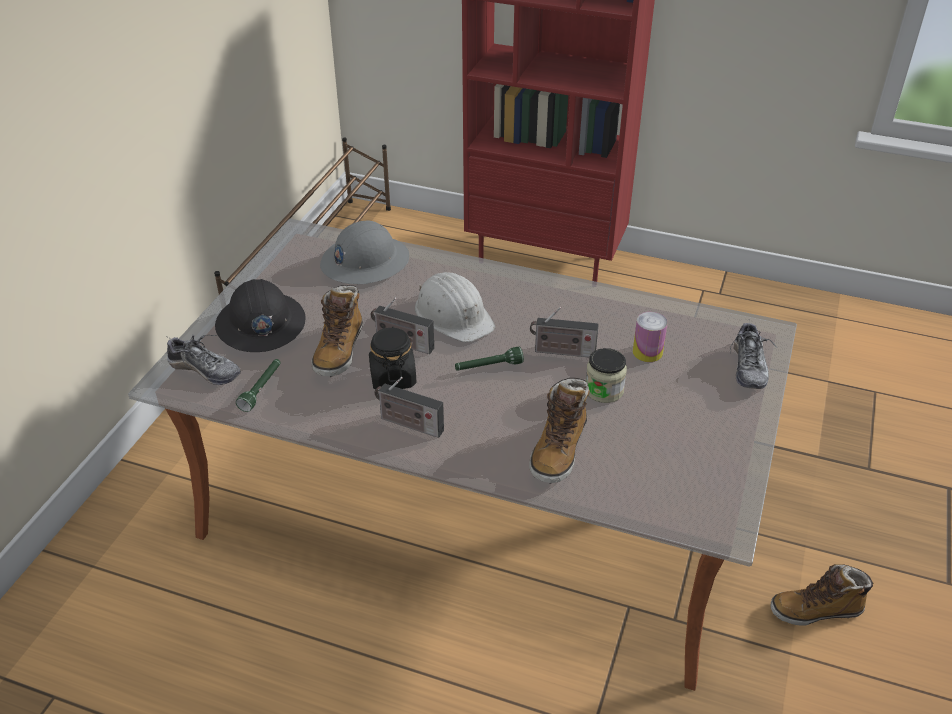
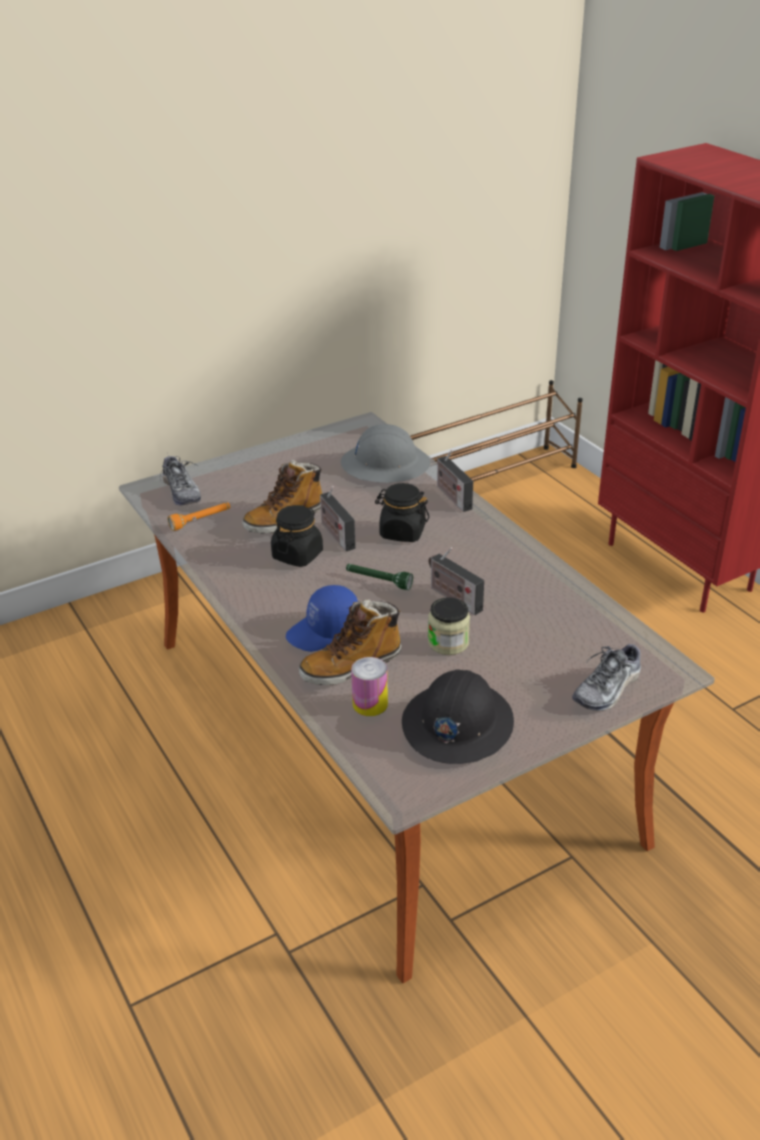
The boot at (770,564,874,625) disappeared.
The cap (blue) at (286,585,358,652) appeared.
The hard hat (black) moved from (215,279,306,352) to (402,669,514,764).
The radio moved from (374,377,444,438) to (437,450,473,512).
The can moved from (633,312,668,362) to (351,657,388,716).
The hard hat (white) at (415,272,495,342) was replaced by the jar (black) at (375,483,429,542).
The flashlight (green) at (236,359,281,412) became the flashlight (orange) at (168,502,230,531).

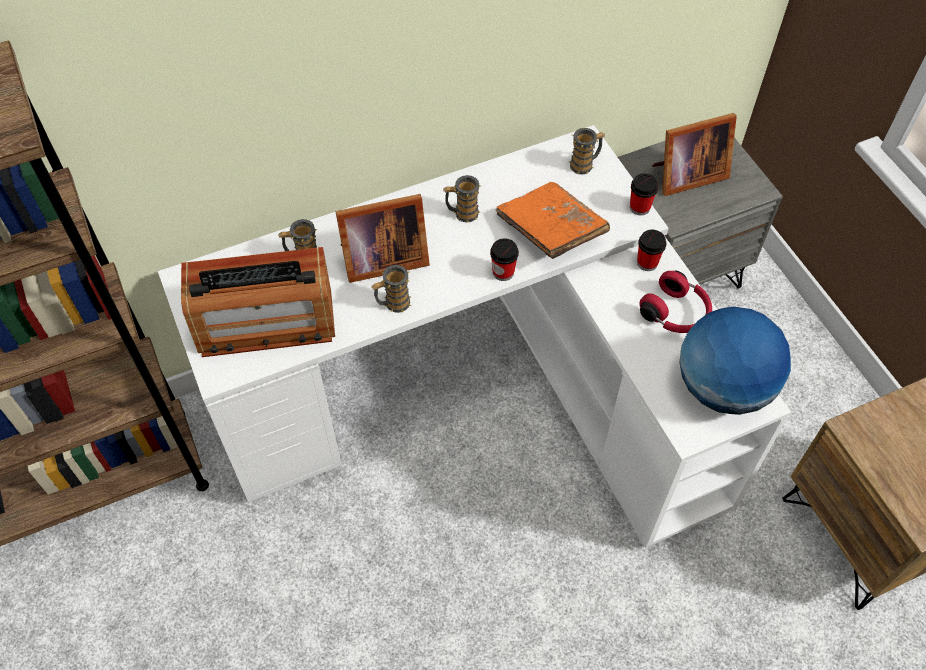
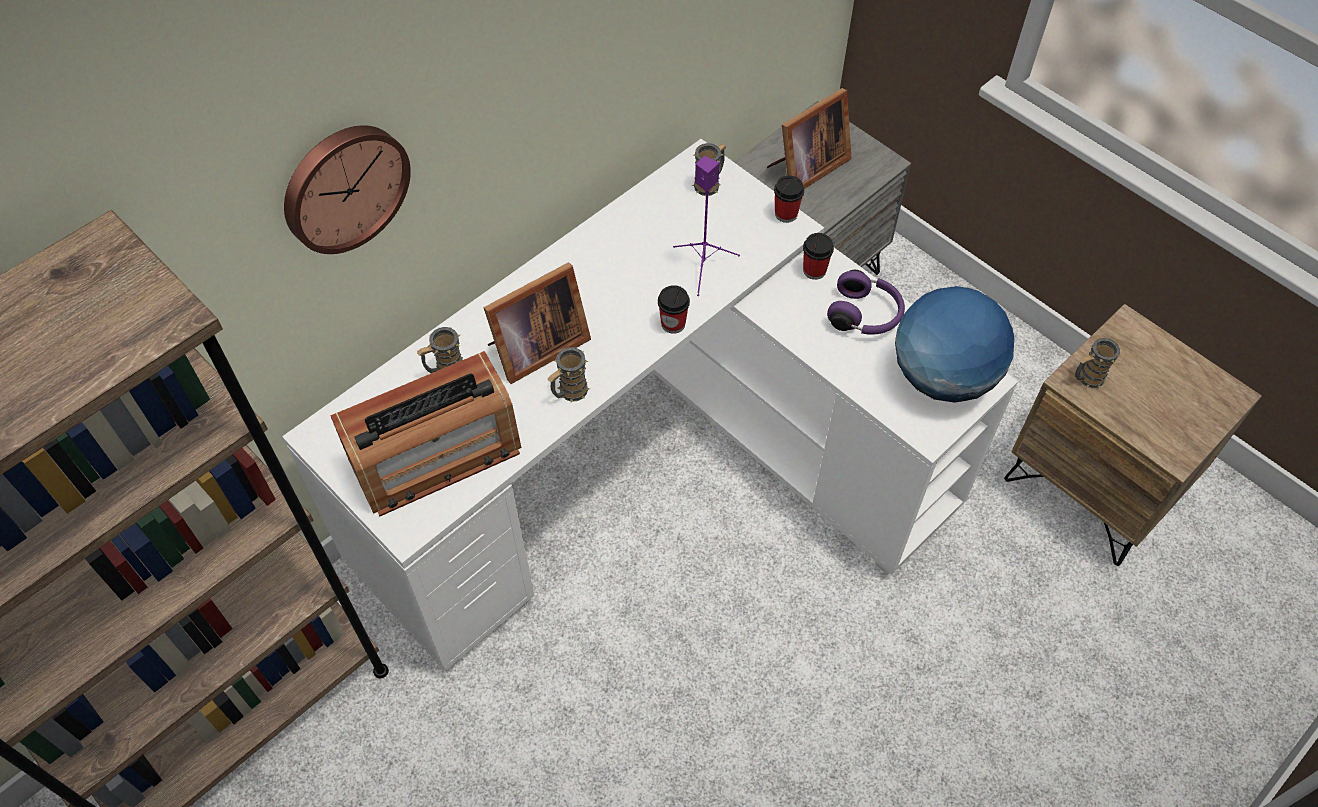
The wall clock at (284,125,411,254) appeared.
The mug moved from (443,175,481,223) to (1075,338,1121,388).
The book (orange) at (496,182,610,259) was replaced by the speaker (purple) at (673,156,740,296).
The headphones (red) at (639,271,712,333) became the headphones (purple) at (827,270,905,335).

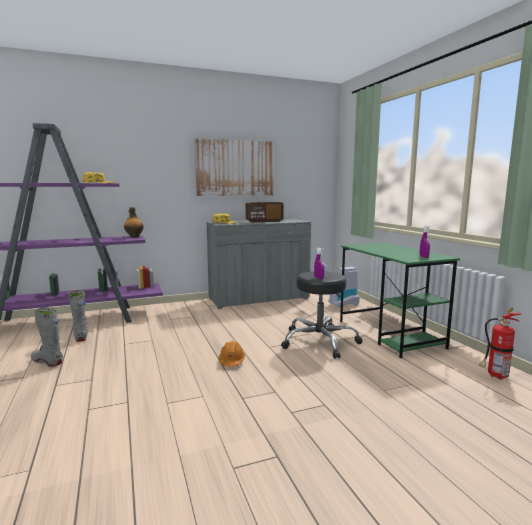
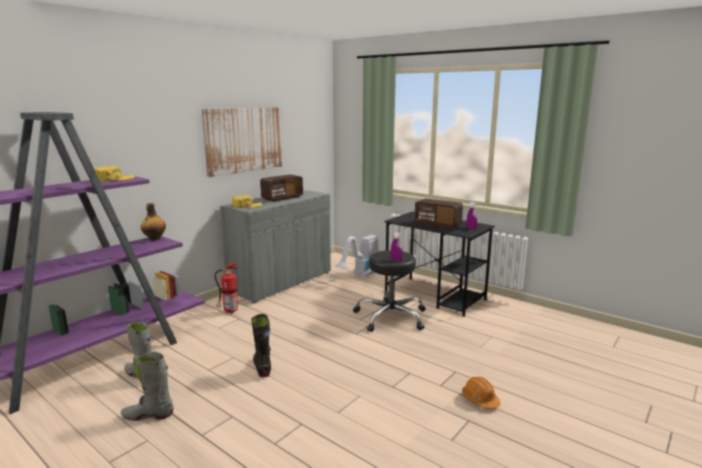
The boot (black) at (251,314,271,377) appeared.
The radio at (414,198,463,229) appeared.
The hard hat (orange) moved from (218,341,245,366) to (462,377,500,409).
The fire extinguisher moved from (479,307,521,380) to (215,260,238,314).
The desk (green) at (340,243,460,358) became the desk (black) at (385,212,495,317).

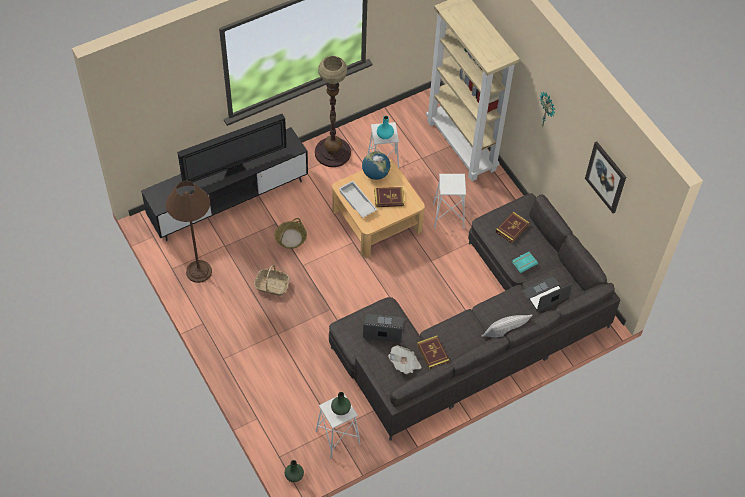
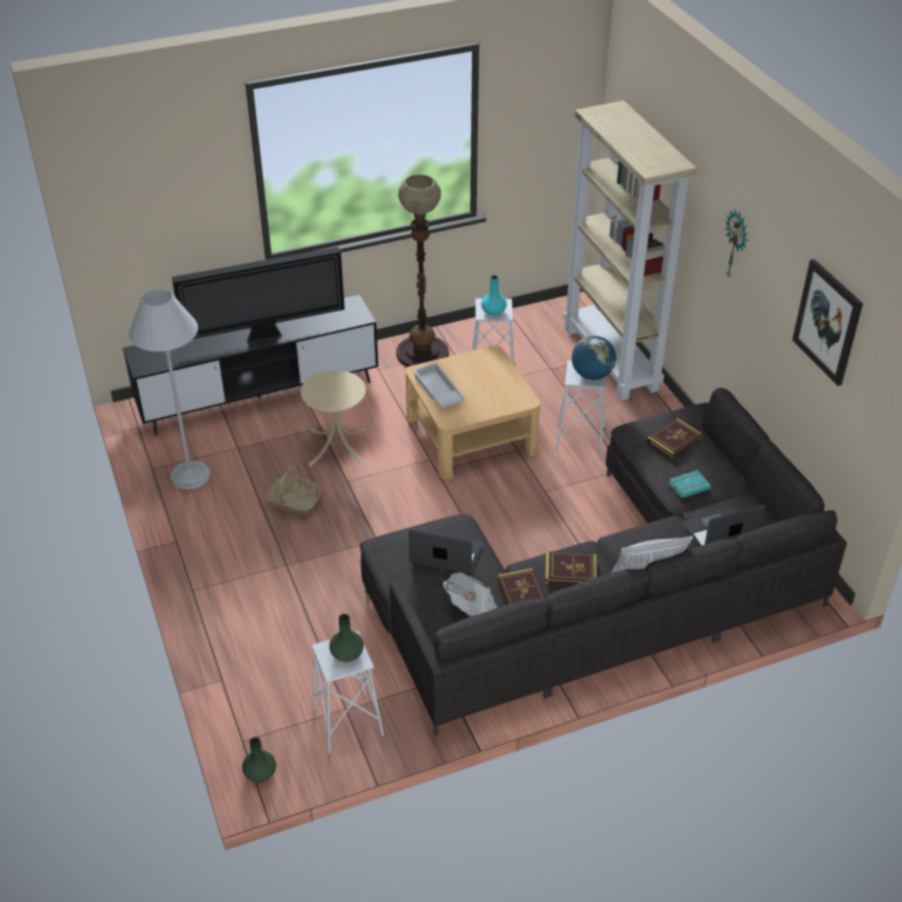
The globe moved from (362,151,390,180) to (572,336,616,380).
The book moved from (374,187,404,207) to (545,551,597,585).
The basket at (274,218,307,249) was replaced by the side table (beige) at (301,370,366,466).
The floor lamp (brown) at (166,181,212,283) became the floor lamp (white) at (129,289,210,489).

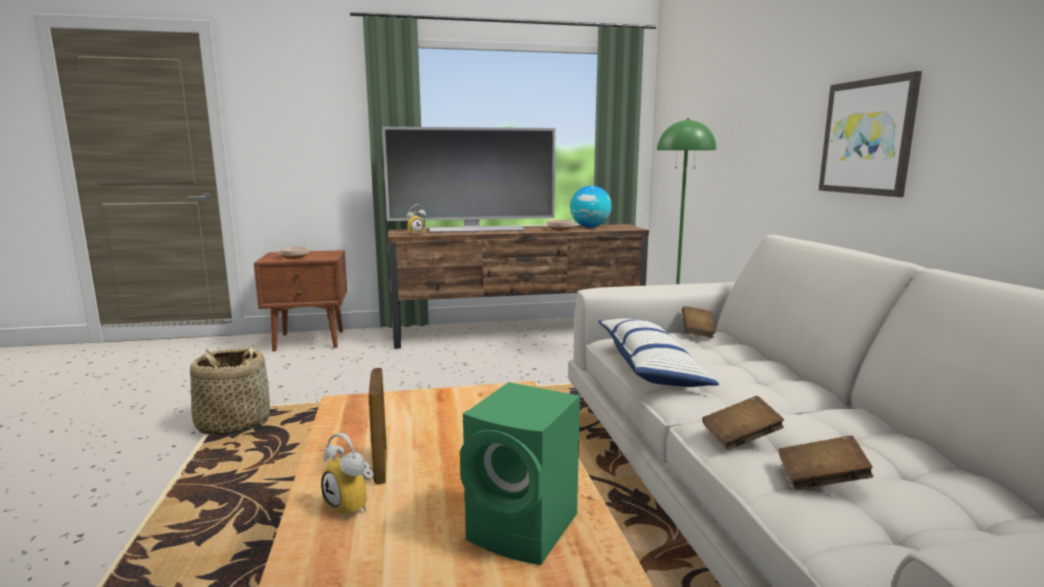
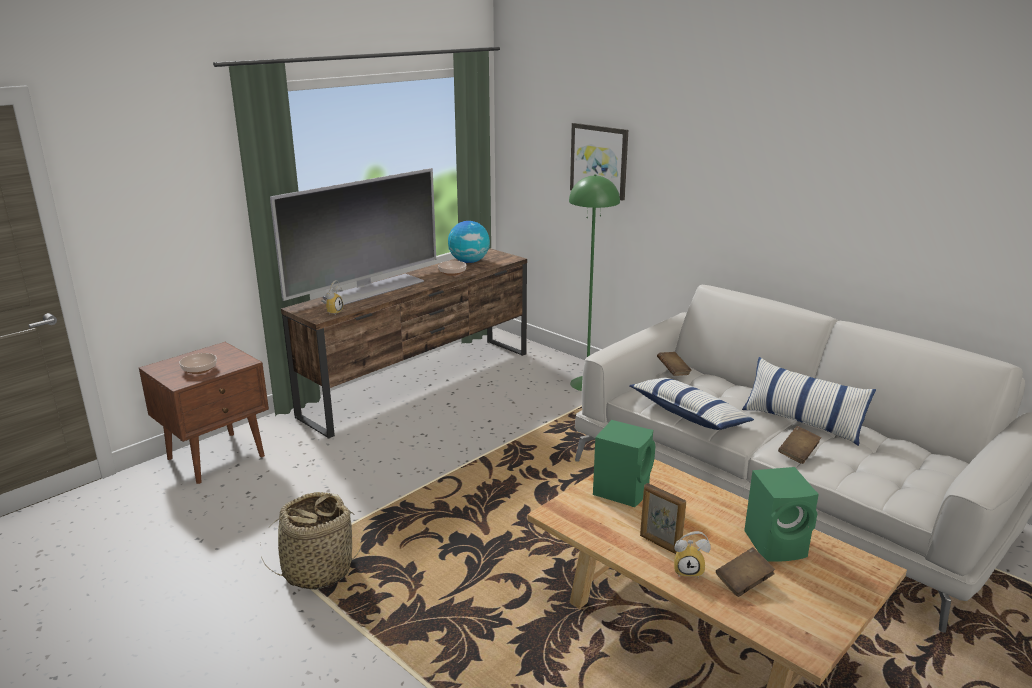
The speaker (green) at (593,420,655,507) appeared.
The pillow at (742,357,876,446) appeared.
The book (brown) moved from (778,435,874,490) to (716,547,775,597).
The picture moved from (819,71,922,197) to (570,123,628,201).

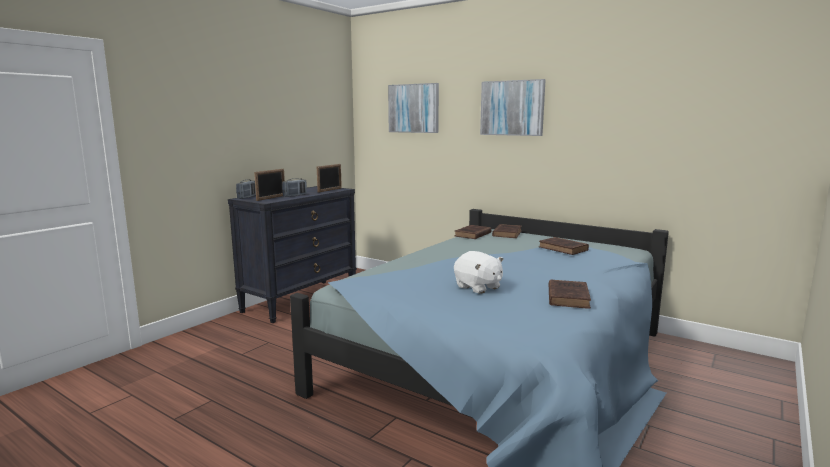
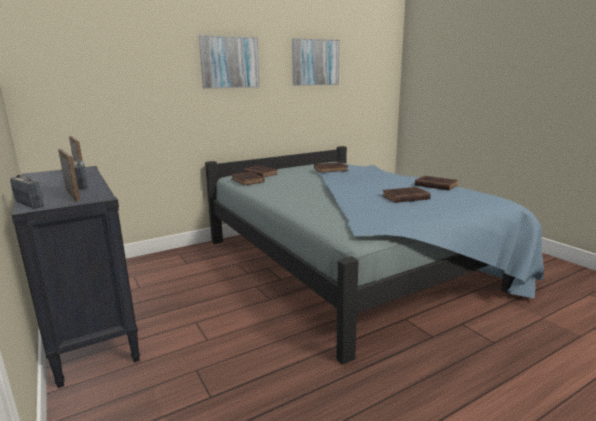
The picture moved from (388,83,439,133) to (292,38,340,86).
The plush toy (white) at (454,251,503,294) was replaced by the book (brown) at (382,187,431,203).

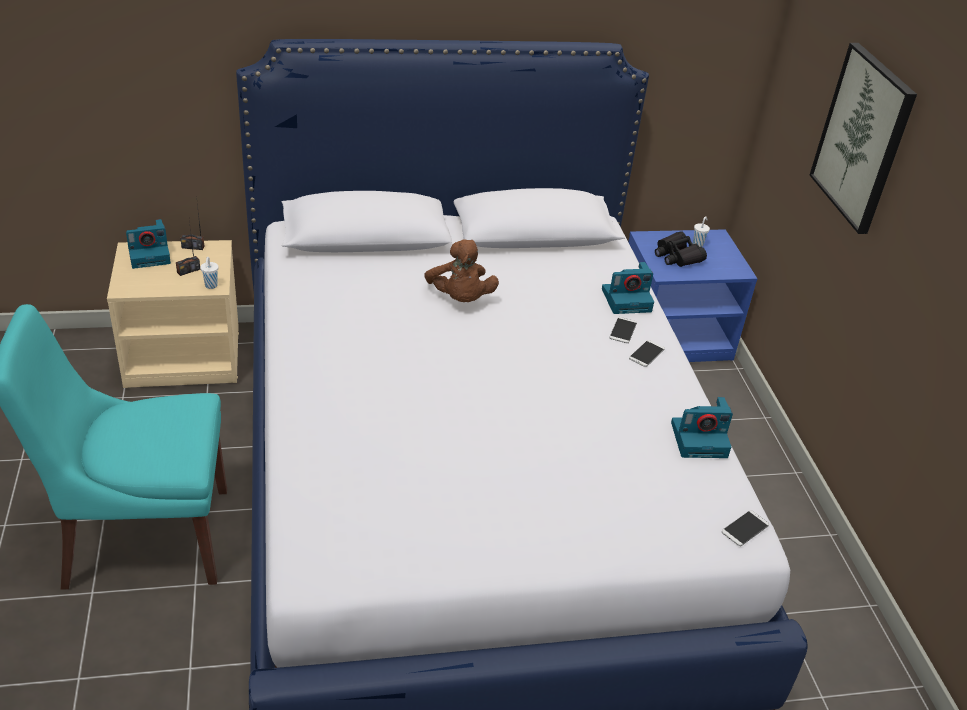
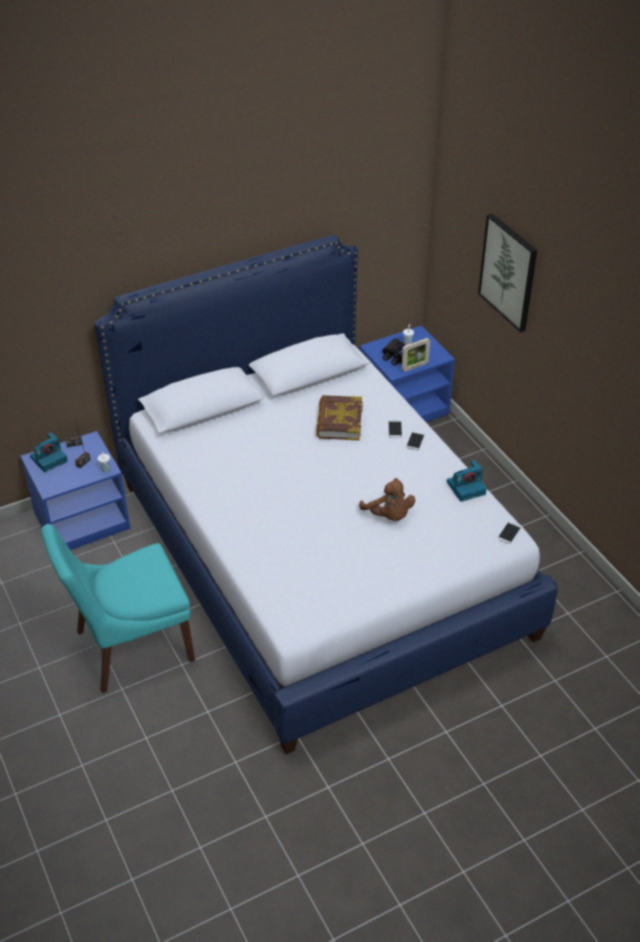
The photo camera at (602,262,654,314) disappeared.
The book at (316,395,363,441) appeared.
The picture frame at (402,338,430,372) appeared.
The plush toy (brown) moved from (424,239,499,302) to (359,478,415,521).
The nightstand (beige) at (107,240,239,388) became the nightstand (blue) at (20,431,130,550).

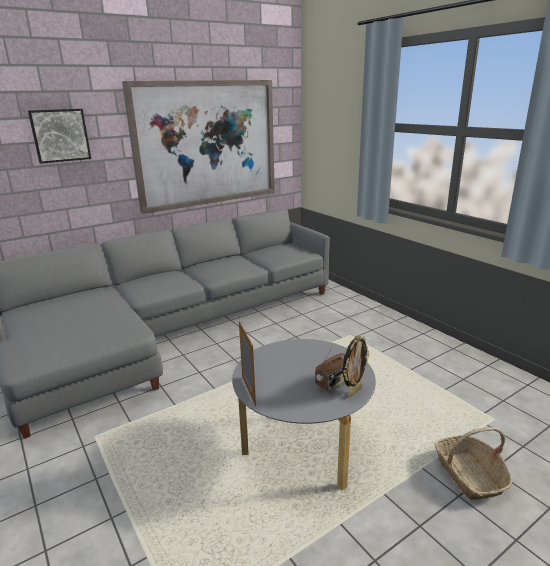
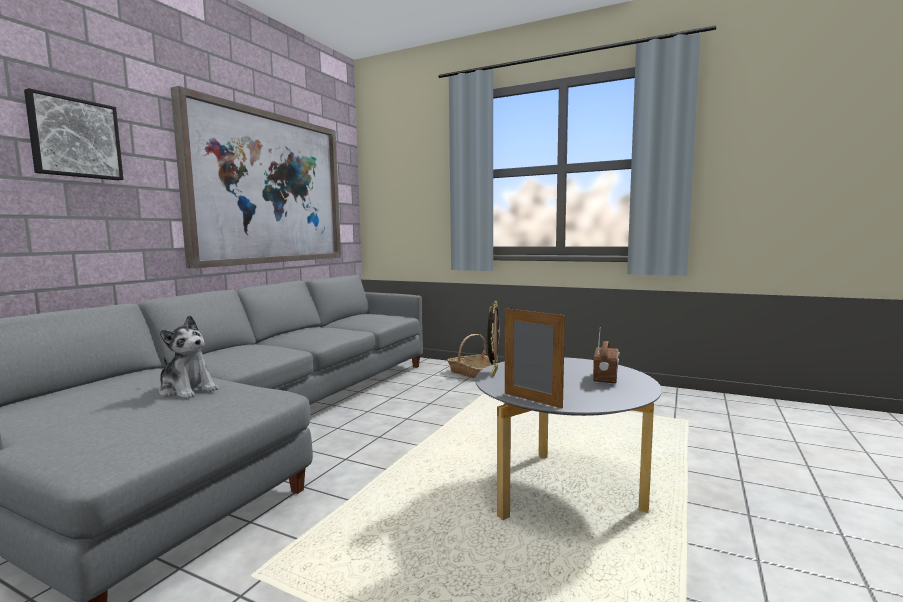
The plush toy at (159,315,219,399) appeared.
The picture frame moved from (343,336,369,398) to (487,301,500,376).
The basket moved from (434,427,512,500) to (447,334,492,379).

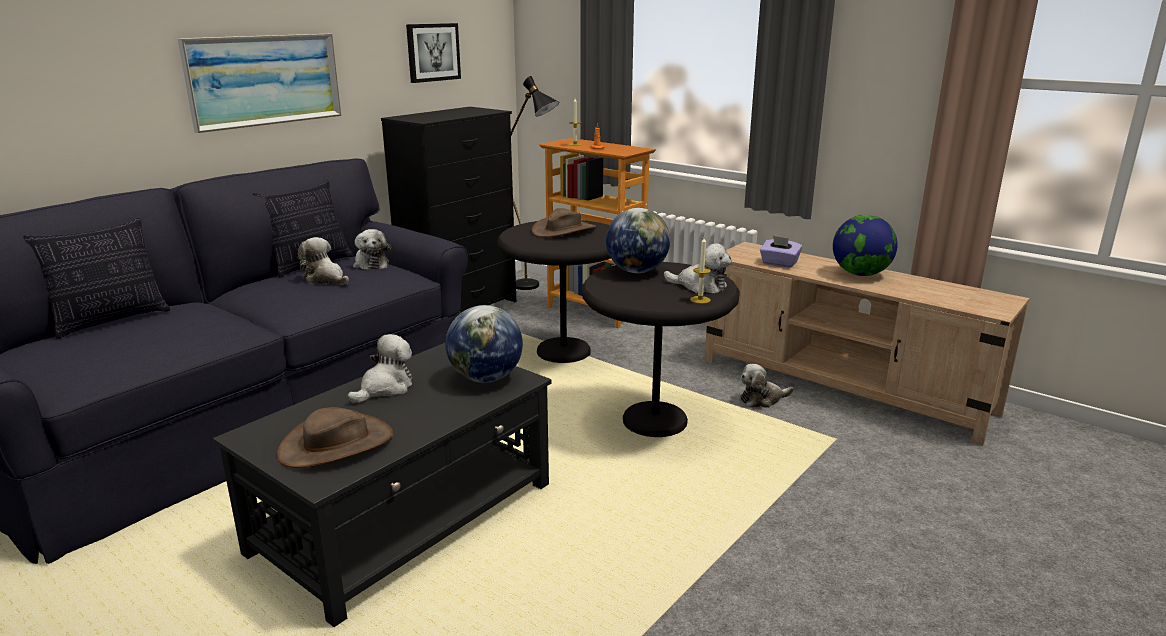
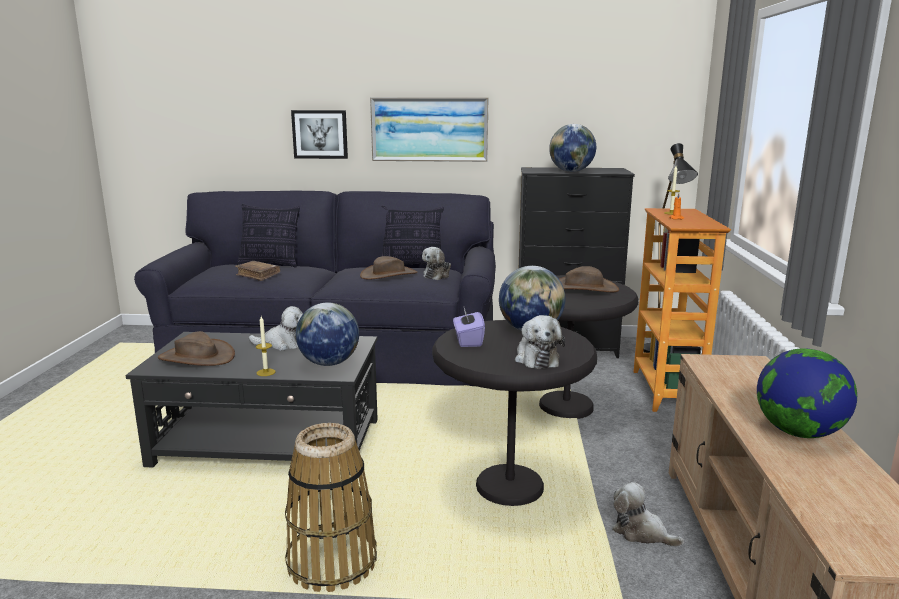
The book (brown) at (235,261,280,281) appeared.
The basket at (285,423,377,592) appeared.
The globe at (549,124,596,172) appeared.
The picture moved from (406,23,461,83) to (291,110,348,159).
The candle moved from (690,237,711,304) to (256,316,275,376).
The tissue box (purple) moved from (760,236,802,268) to (453,308,485,347).
The plush toy at (298,237,349,285) was replaced by the hat (brown) at (360,256,418,279).

